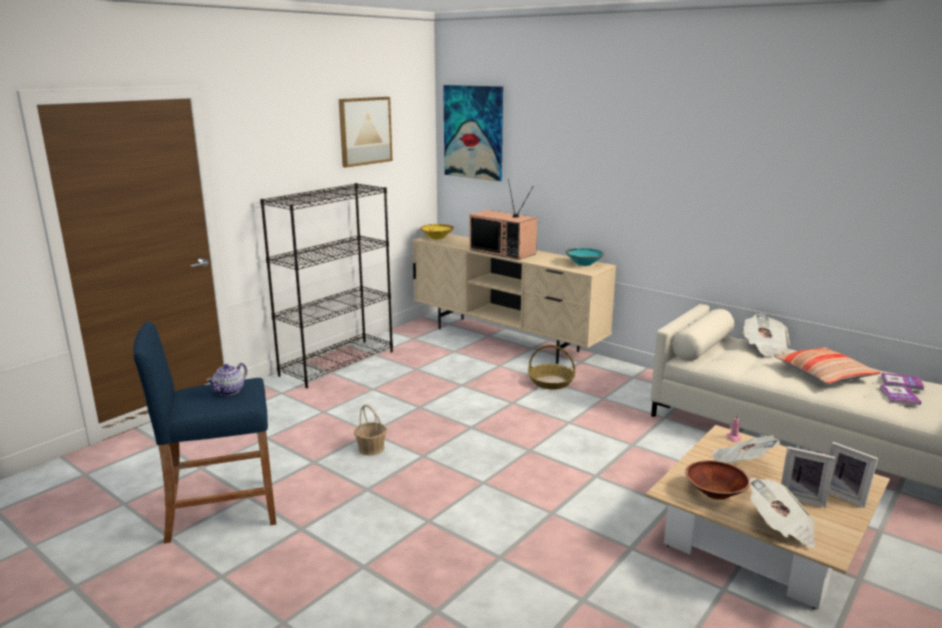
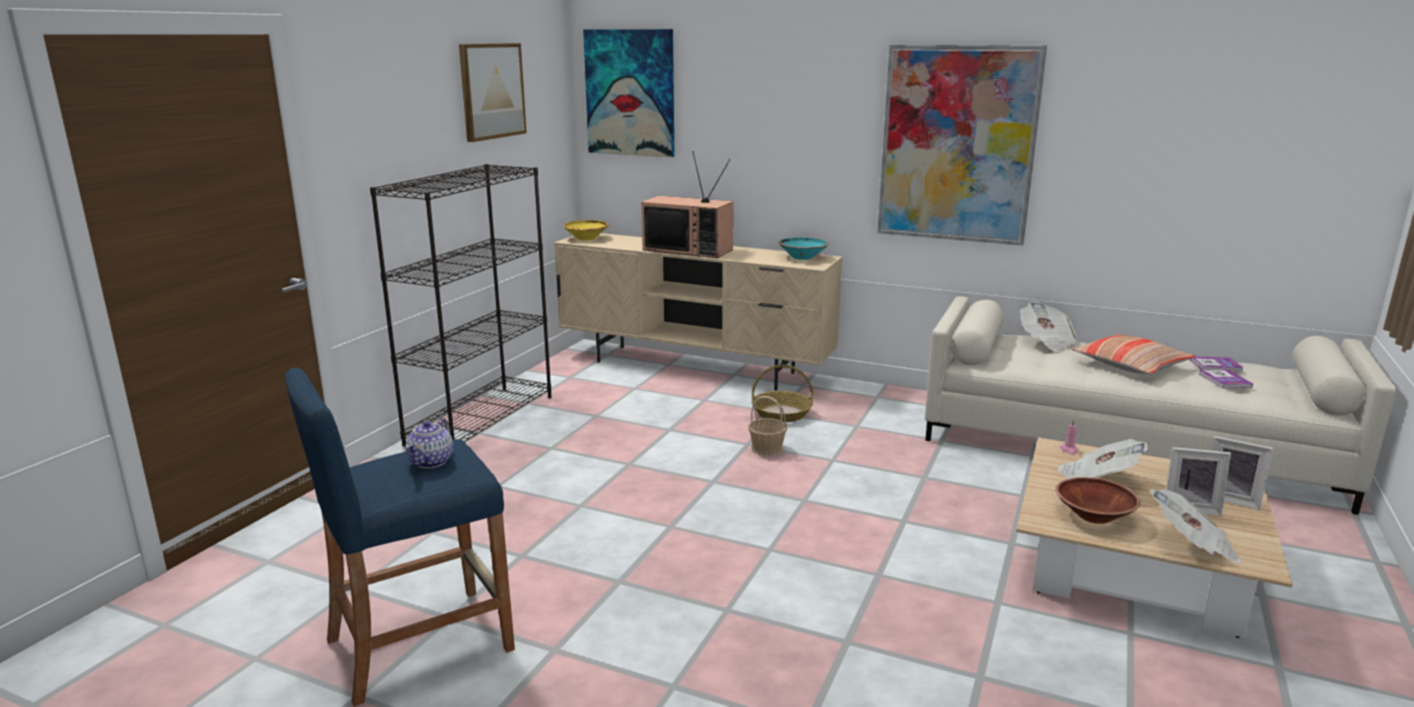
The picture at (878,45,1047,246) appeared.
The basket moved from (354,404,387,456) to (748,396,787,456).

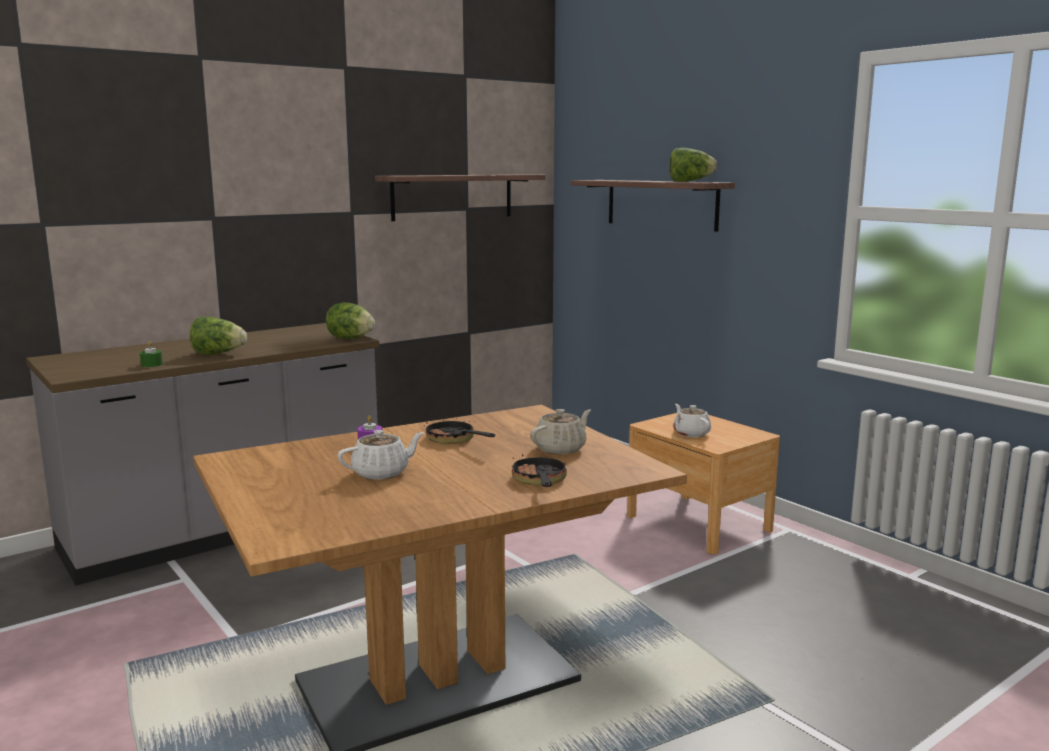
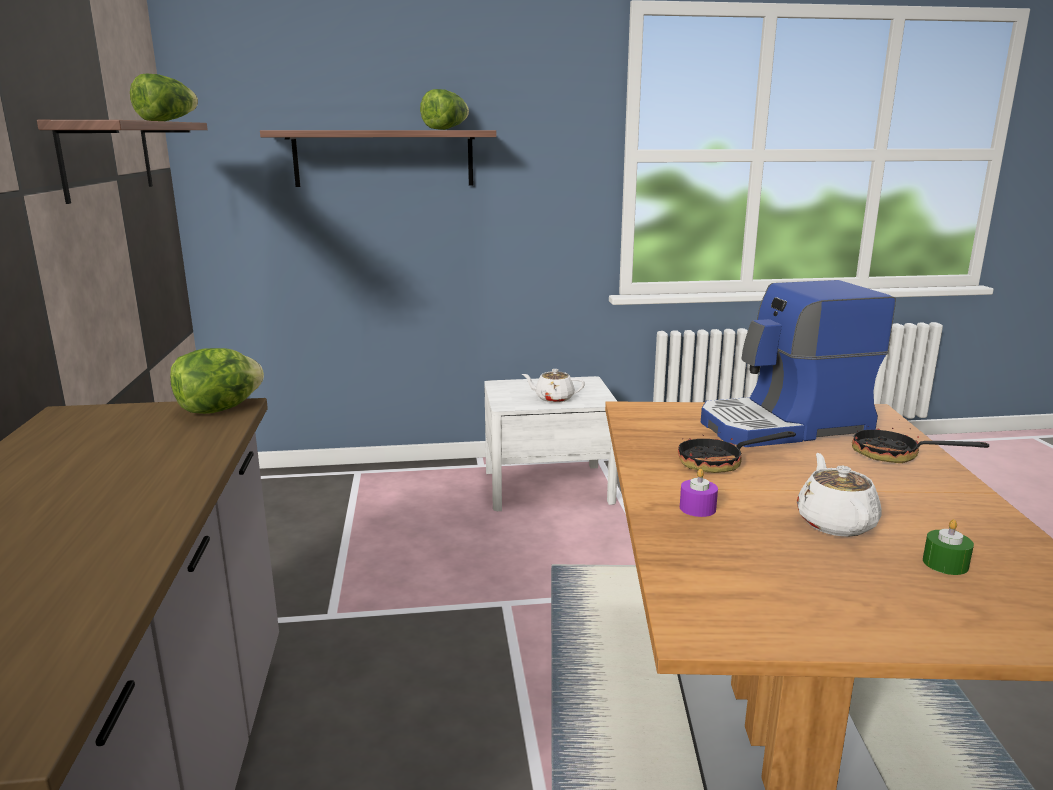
The candle (green) moved from (140,341,163,367) to (923,519,974,575).
The lettuce moved from (190,317,247,355) to (130,74,198,121).
The teapot (beige) at (530,409,591,455) was replaced by the coffee machine at (701,280,896,447).
The nightstand (brown) at (627,413,780,555) became the nightstand (white) at (484,376,618,511).

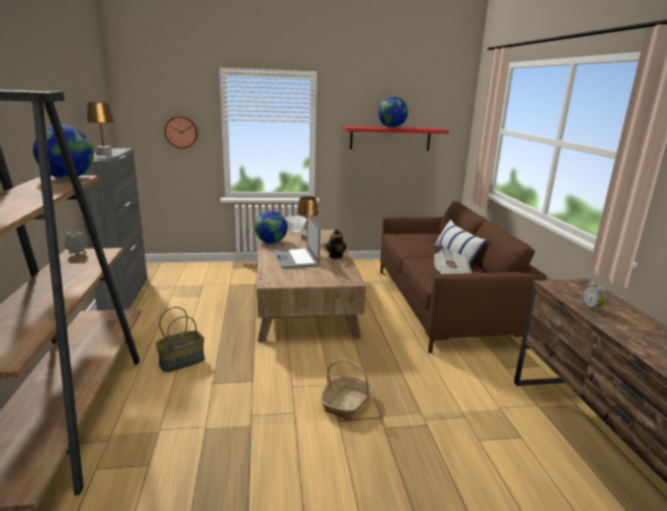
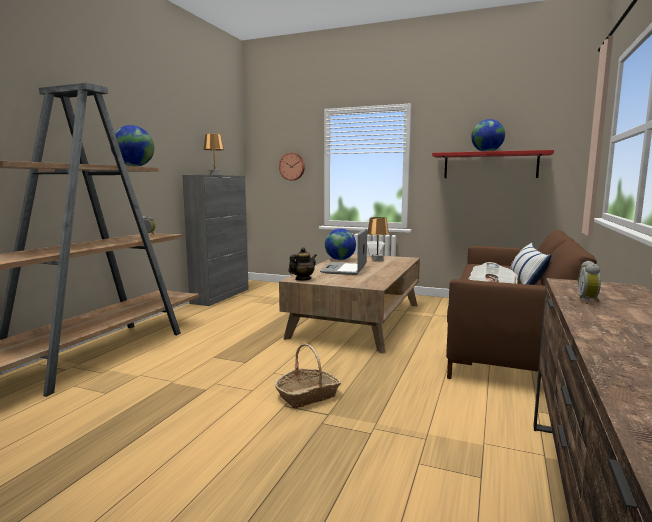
The basket at (156,307,205,372) disappeared.
The teapot moved from (326,229,347,258) to (289,247,317,281).

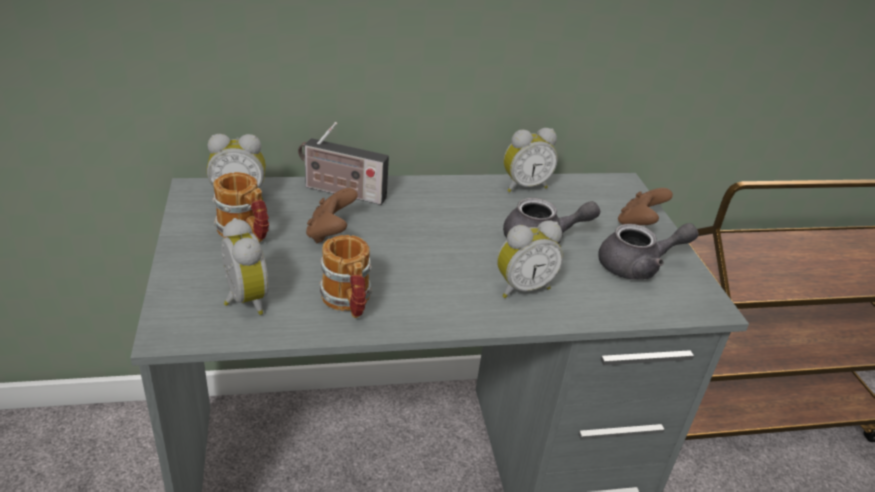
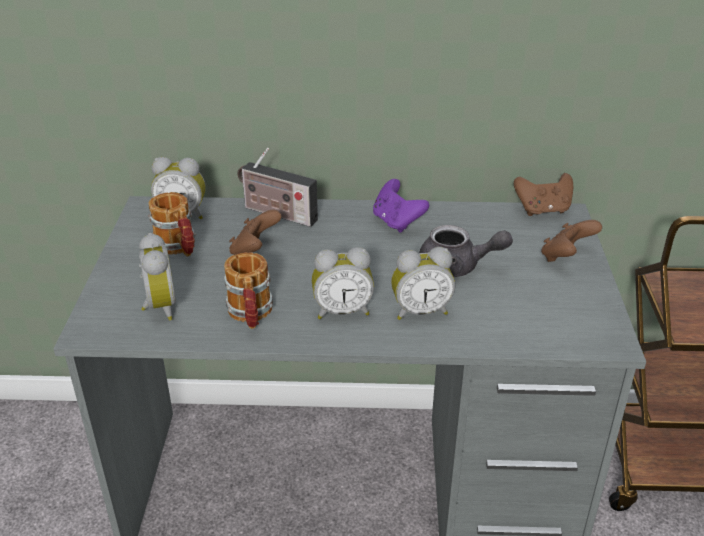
The teapot (grey) at (598,223,698,280) disappeared.
The game controller (purple) at (373,179,429,233) appeared.
The game controller (brown) at (514,173,573,216) appeared.
The alarm clock moved from (504,128,558,192) to (312,247,374,319).

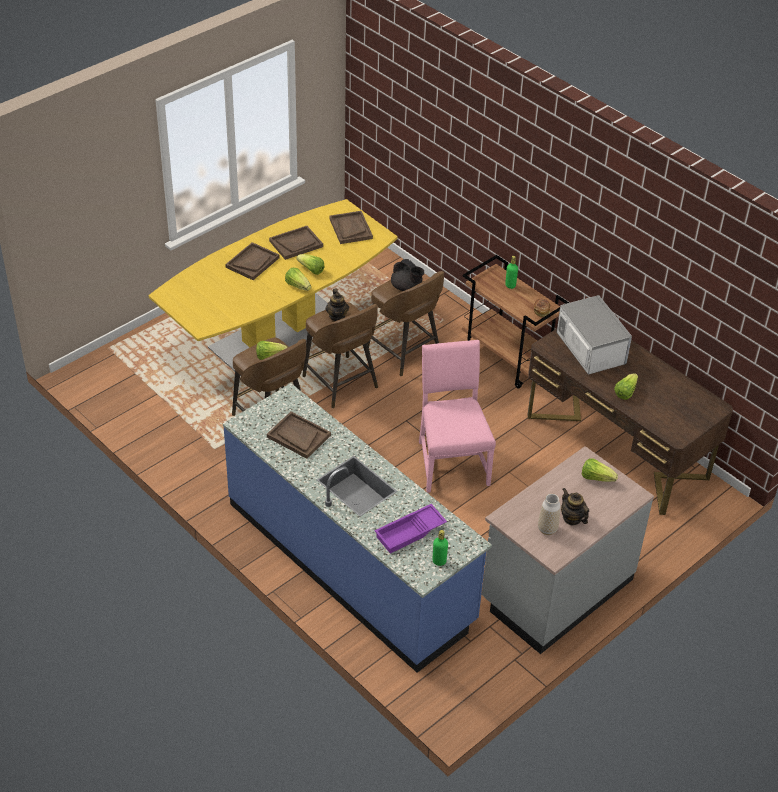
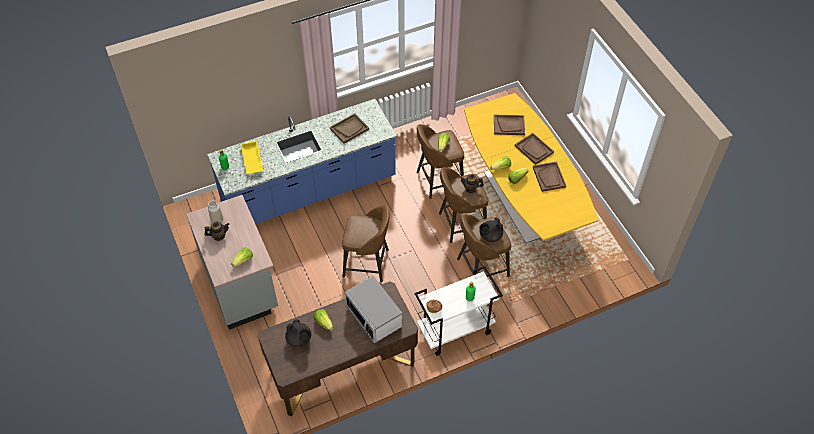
The teapot (black) at (285,319,312,347) appeared.
The tray (brown) moved from (329,211,373,244) to (494,115,525,135).
The chair (pink) at (419,340,496,493) was replaced by the stool (brown) at (342,205,390,282).
The tray (purple) at (375,504,447,553) became the tray (yellow) at (241,141,263,174).
The cart (brown) at (462,255,569,389) became the cart (white) at (415,266,503,356).
The microwave at (557,295,632,375) turned 60 degrees clockwise.

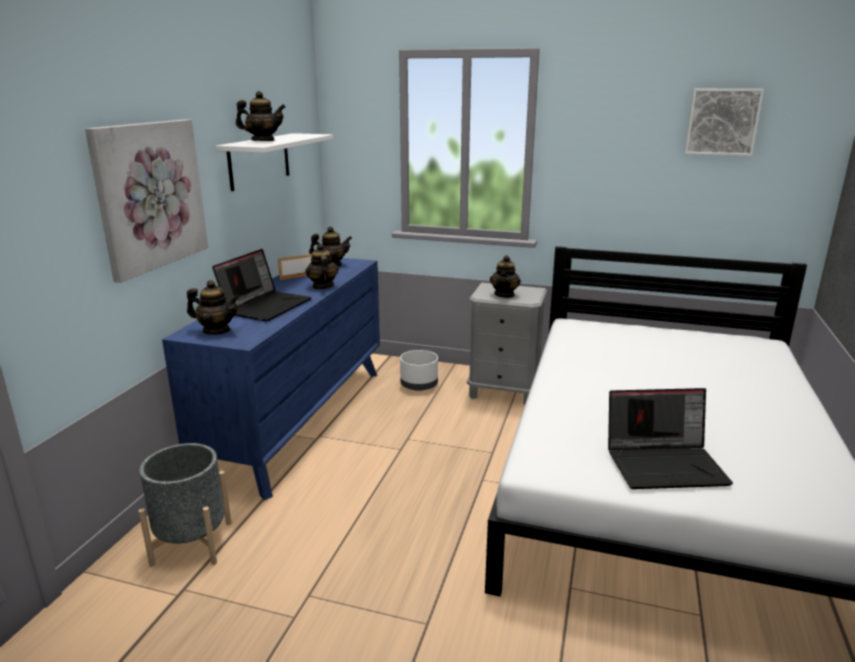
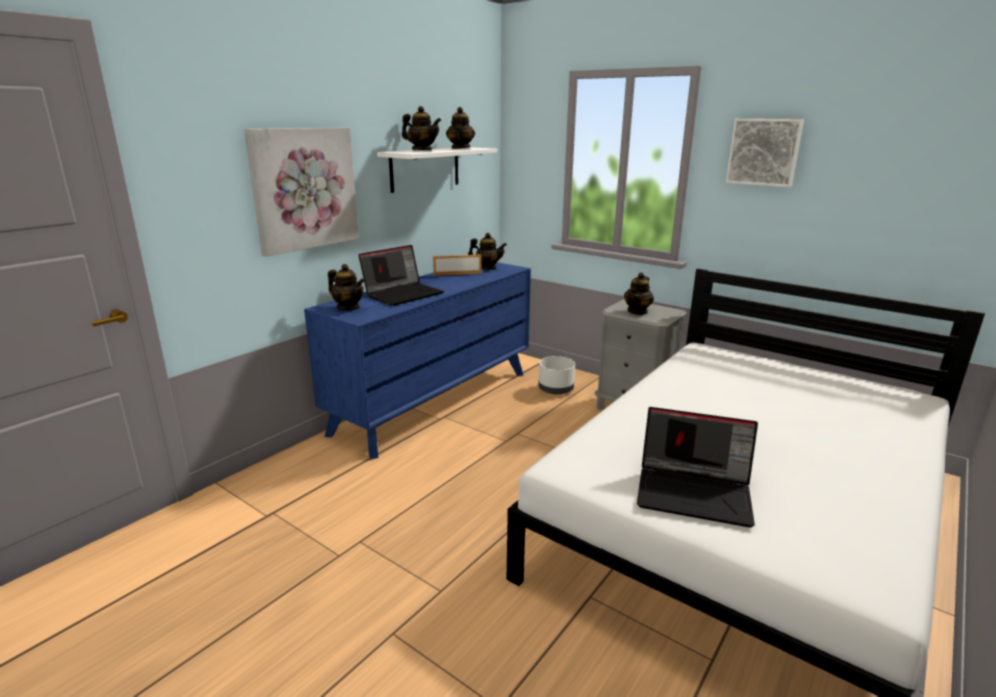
The planter (grey) at (138,443,231,567) disappeared.
The teapot moved from (305,244,339,289) to (446,107,475,149).
The picture moved from (685,89,764,156) to (726,119,804,187).

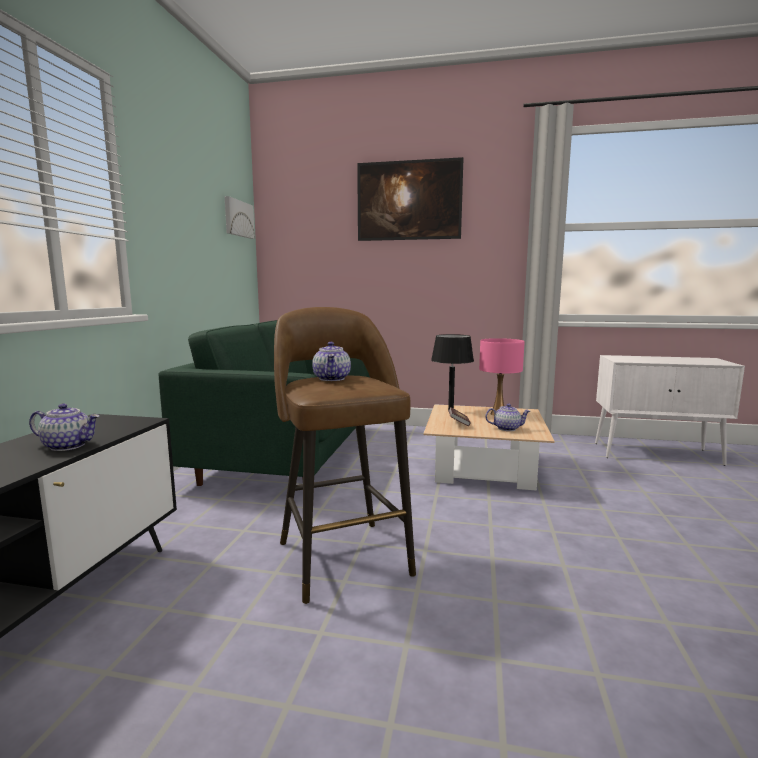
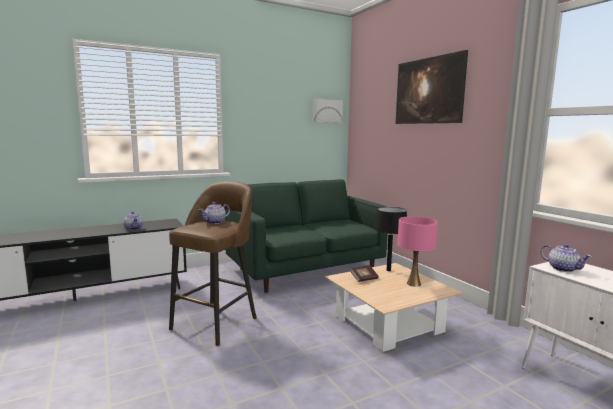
The teapot moved from (485,404,530,431) to (540,244,592,272).

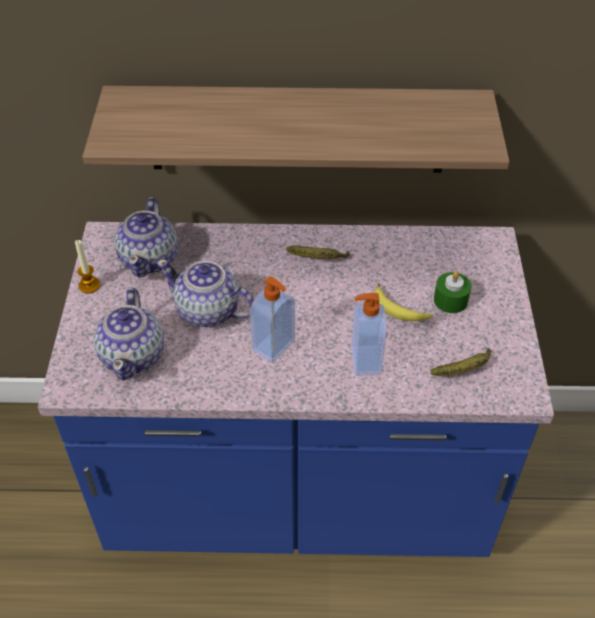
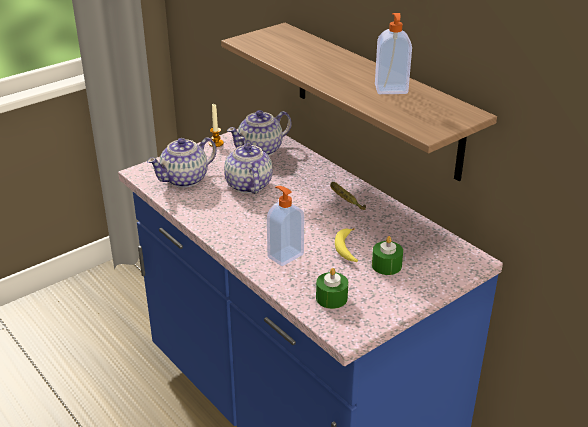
The soap dispenser moved from (250,276,295,363) to (375,13,412,94).
The banana at (430,348,492,376) was replaced by the candle (green) at (316,268,348,309).

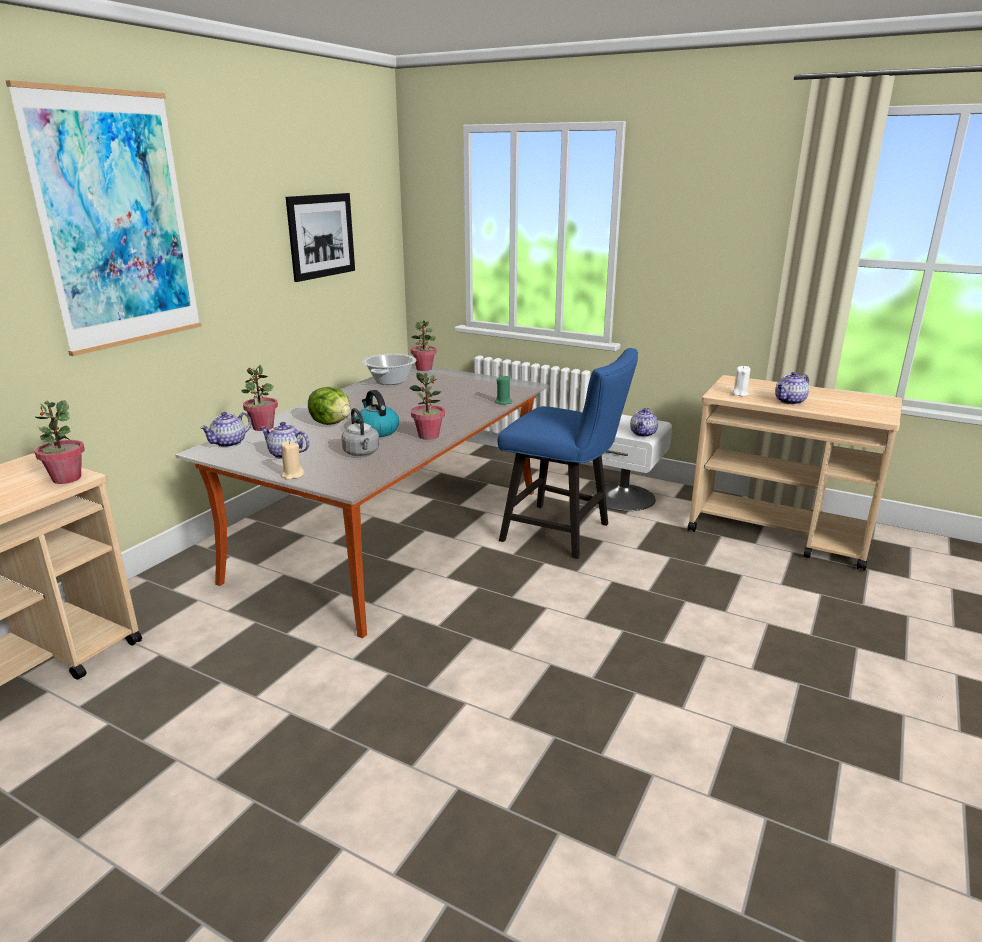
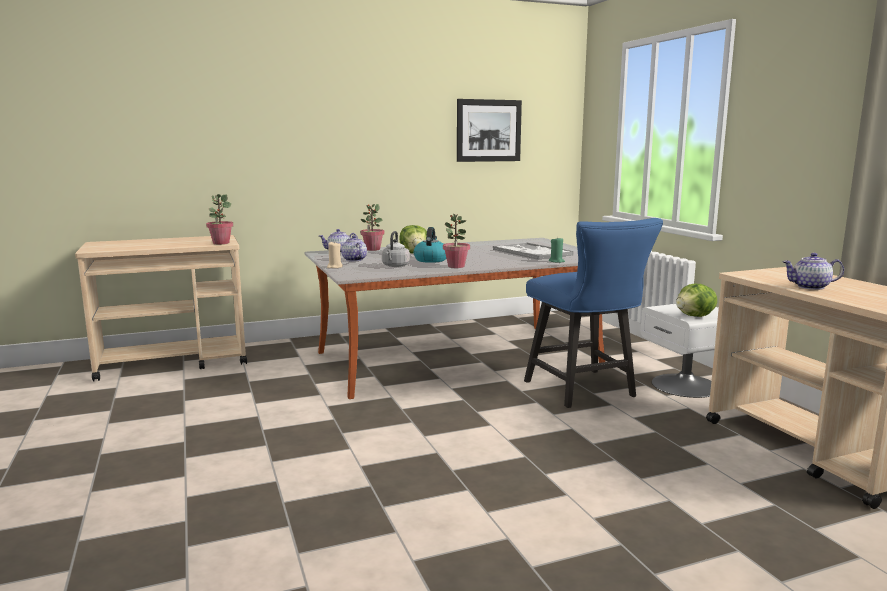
The picture at (6,80,202,356) disappeared.
The cooking pot at (362,354,416,385) disappeared.
The potted plant at (411,320,437,371) disappeared.
The candle (white) at (731,365,750,396) disappeared.
The tray at (493,242,573,260) appeared.
The teapot at (630,408,658,437) was replaced by the lettuce at (676,284,717,317).

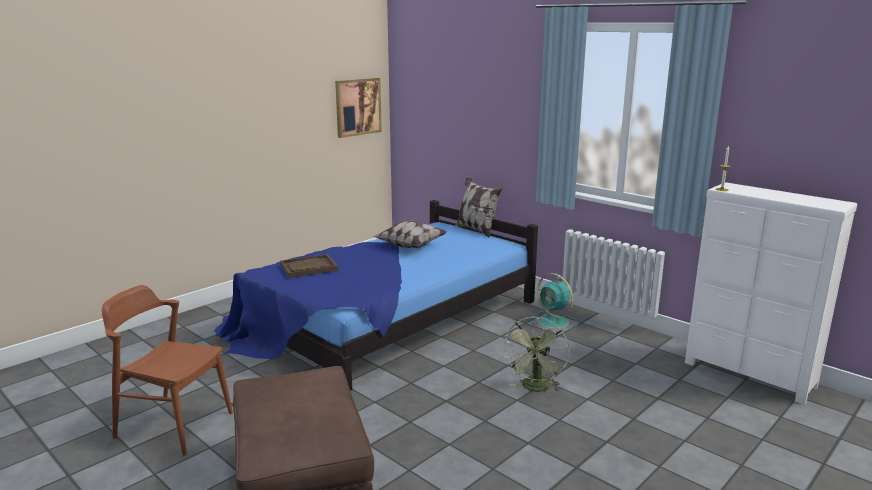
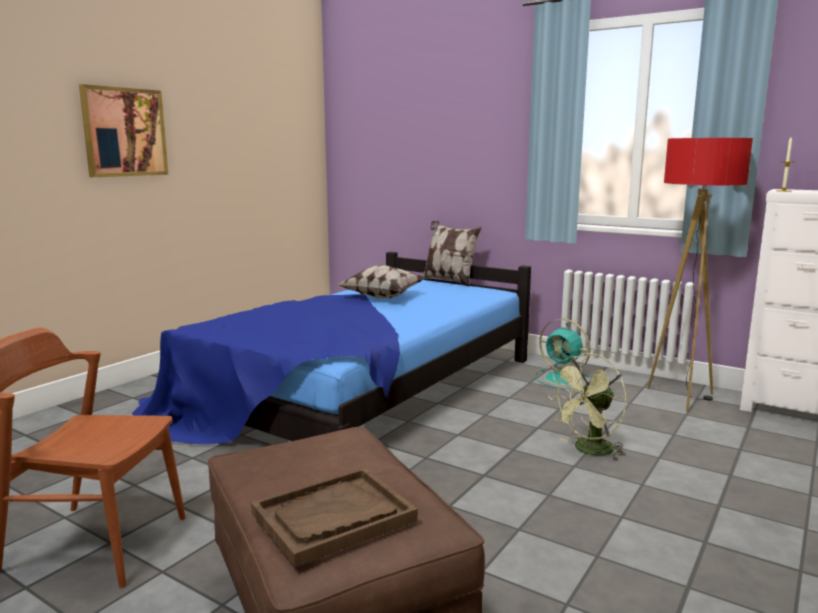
The floor lamp at (647,138,753,411) appeared.
The tray (brown) moved from (280,254,338,278) to (251,467,418,567).
The picture moved from (335,78,382,138) to (79,84,168,177).
The fan (green) at (503,317,569,392) turned 45 degrees clockwise.

